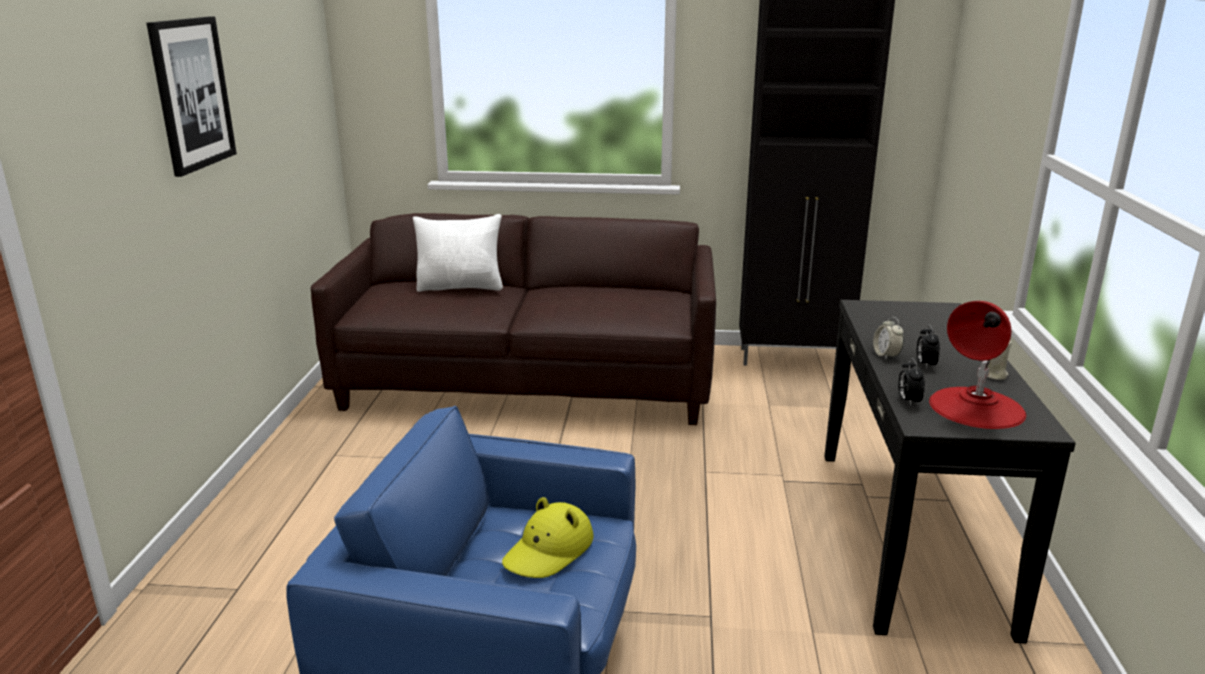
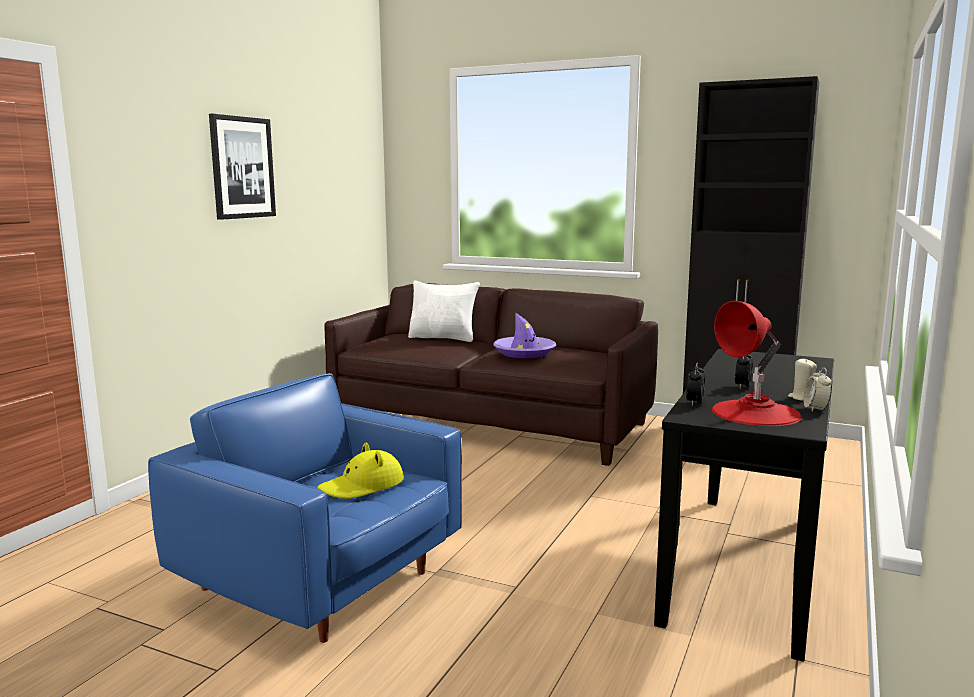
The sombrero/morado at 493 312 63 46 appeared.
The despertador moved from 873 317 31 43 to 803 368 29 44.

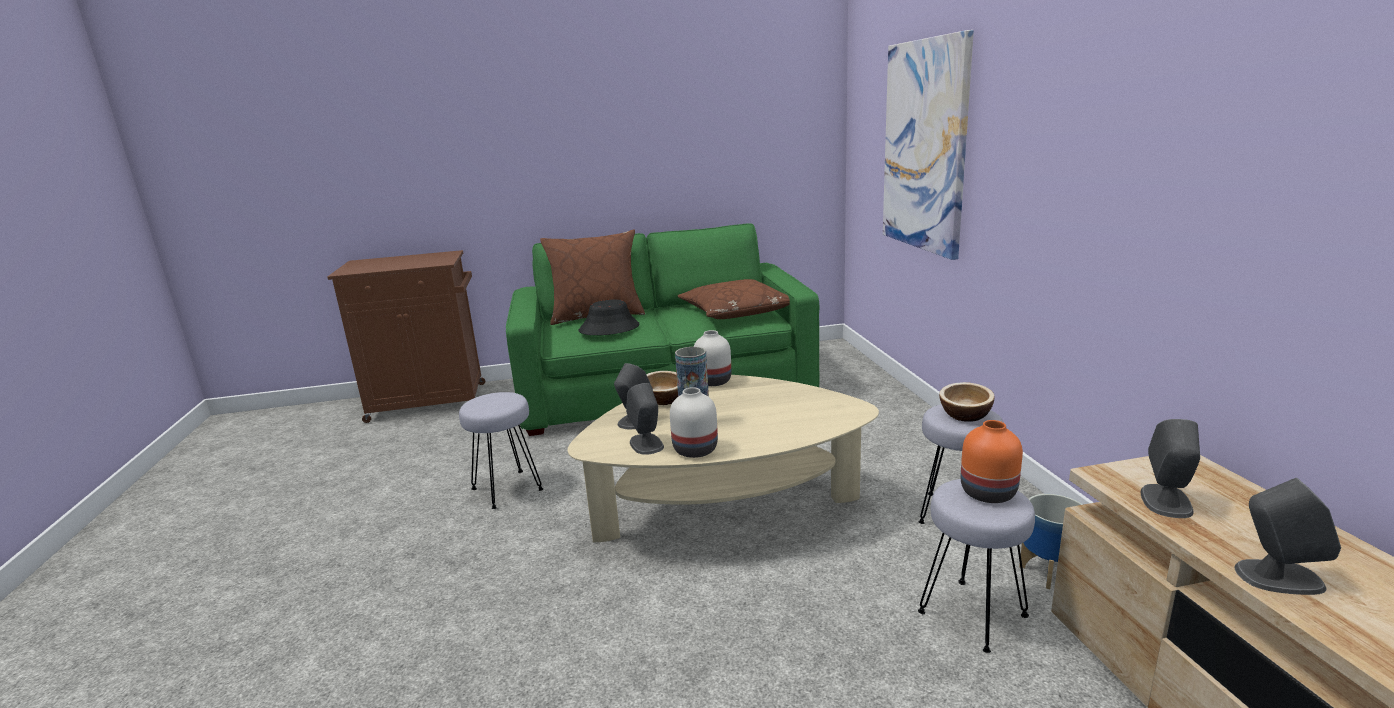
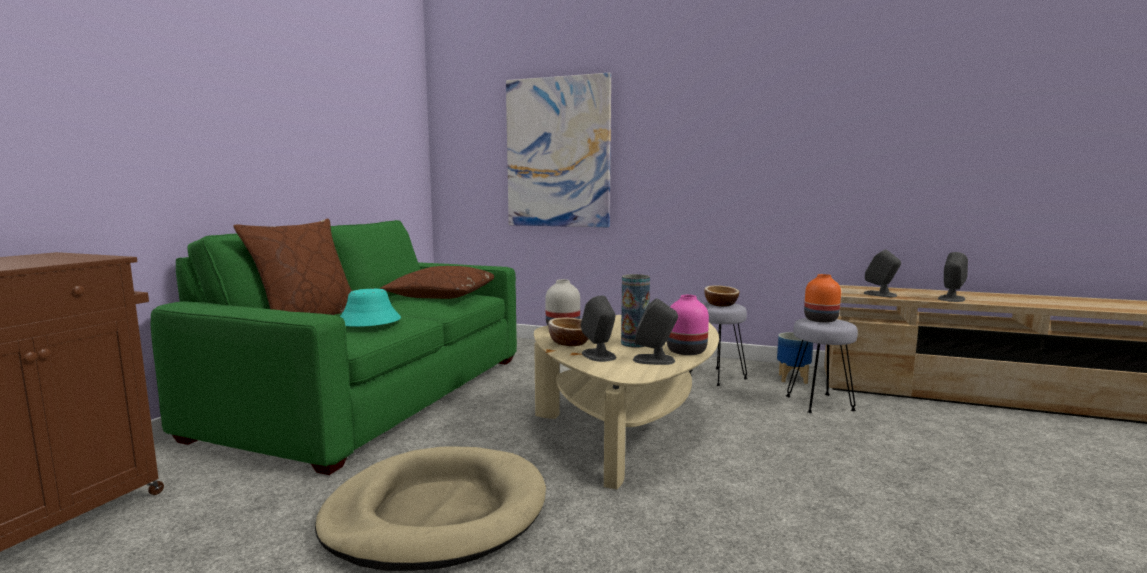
The taburete/gris at 459 392 84 117 was replaced by the cama para perro/beis at 315 446 231 125.
The sombrero/negro at 579 300 61 35 became the sombrero/turquesa at 340 289 61 38.
The florero/blanco at 670 387 48 71 became the florero/rosa at 667 295 42 60.

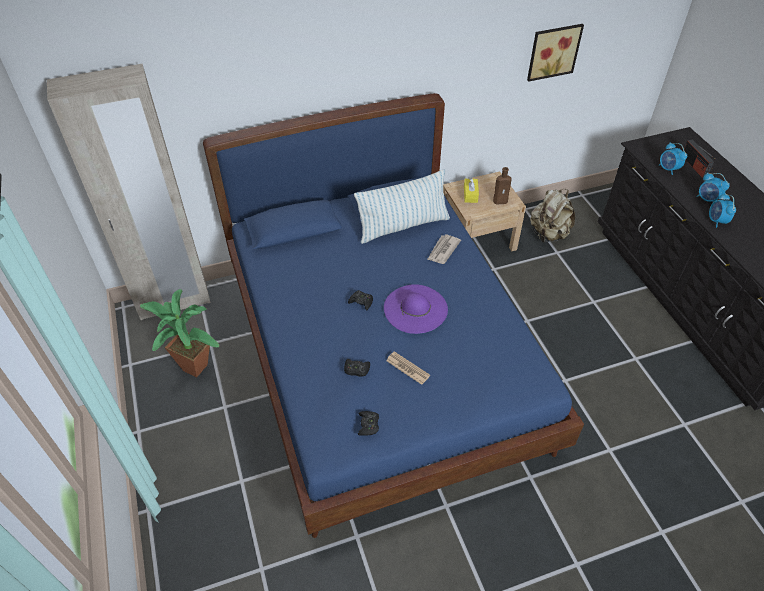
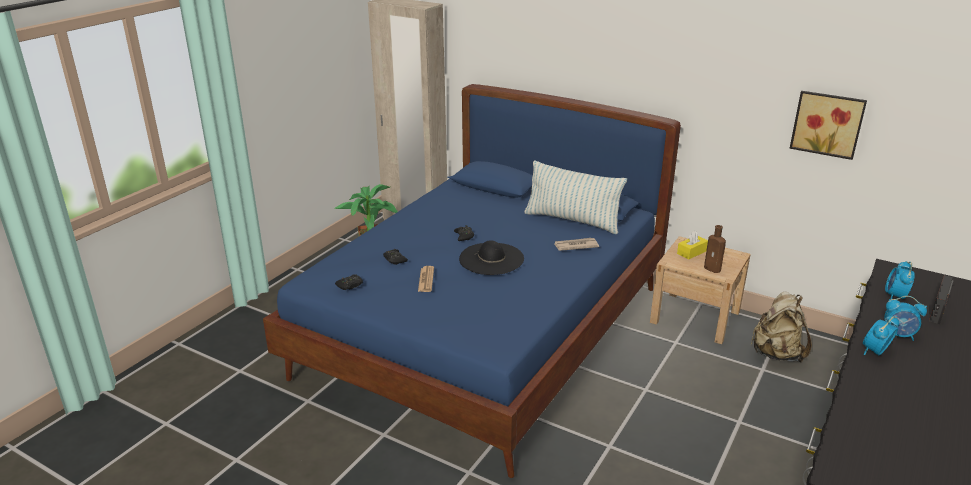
The sombrero/morado at 384 284 64 50 became the sombrero/negro at 459 240 65 35.
The despertador at 696 173 34 29 turned 75 degrees counterclockwise.

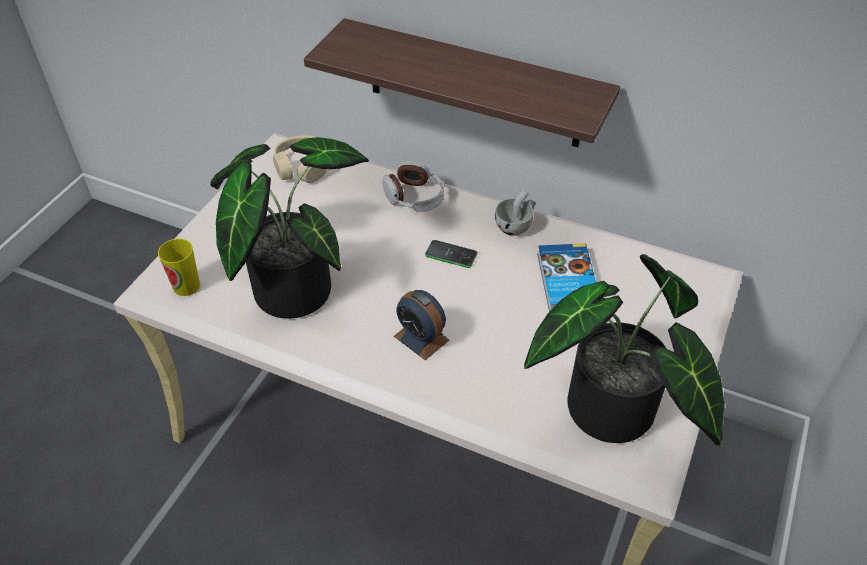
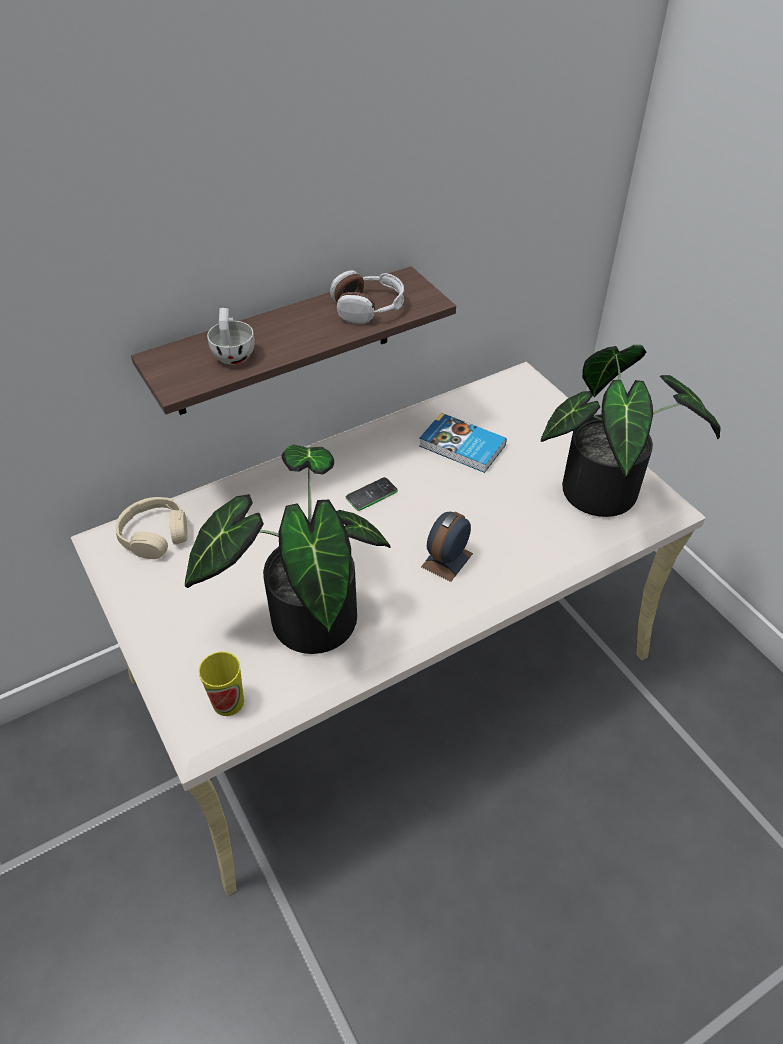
The taza/blanco moved from 495 190 40 46 to 207 308 48 56.
The auriculares moved from 383 161 62 51 to 330 270 74 54.
The despertador at 394 290 55 70 turned 135 degrees clockwise.

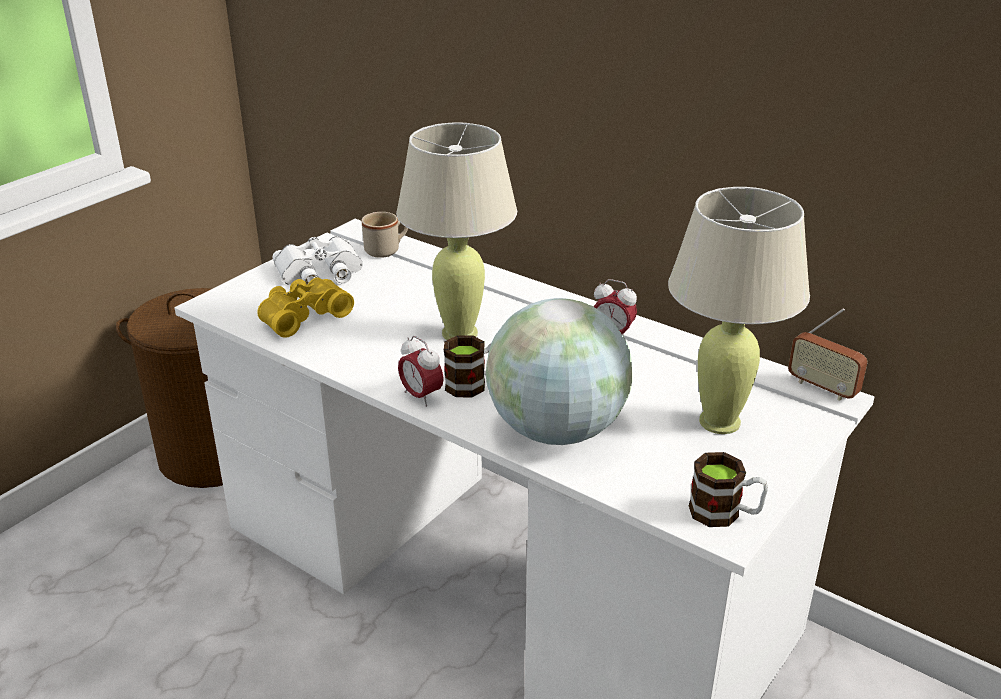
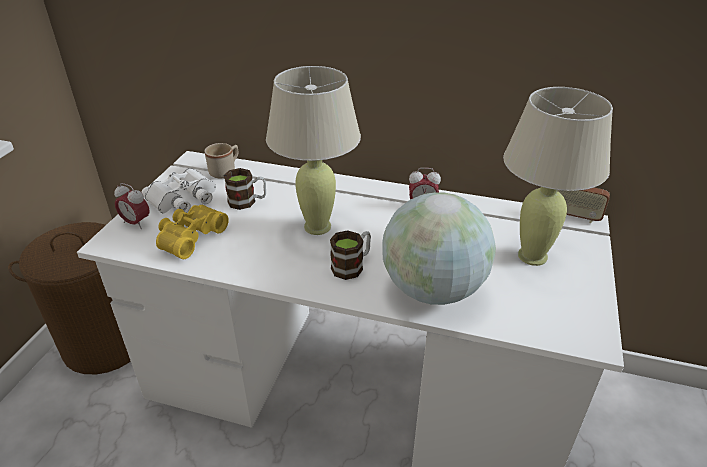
The despertador moved from 398 336 46 71 to 114 183 36 46.
The taza grande moved from 689 452 79 75 to 223 168 43 42.

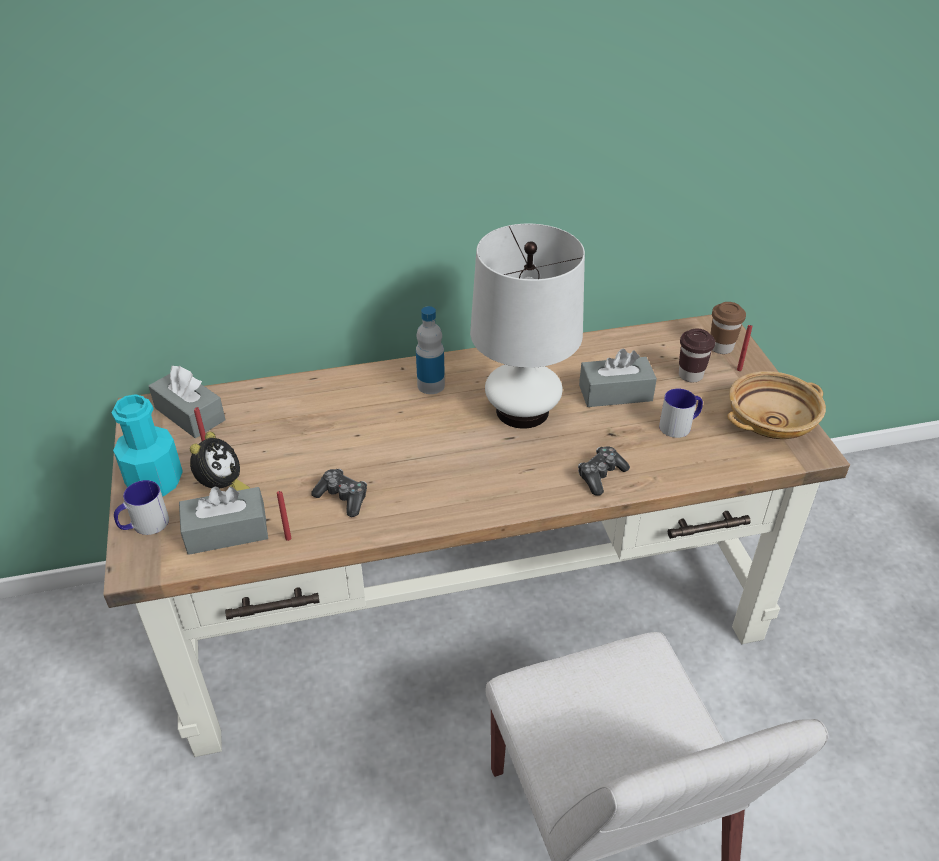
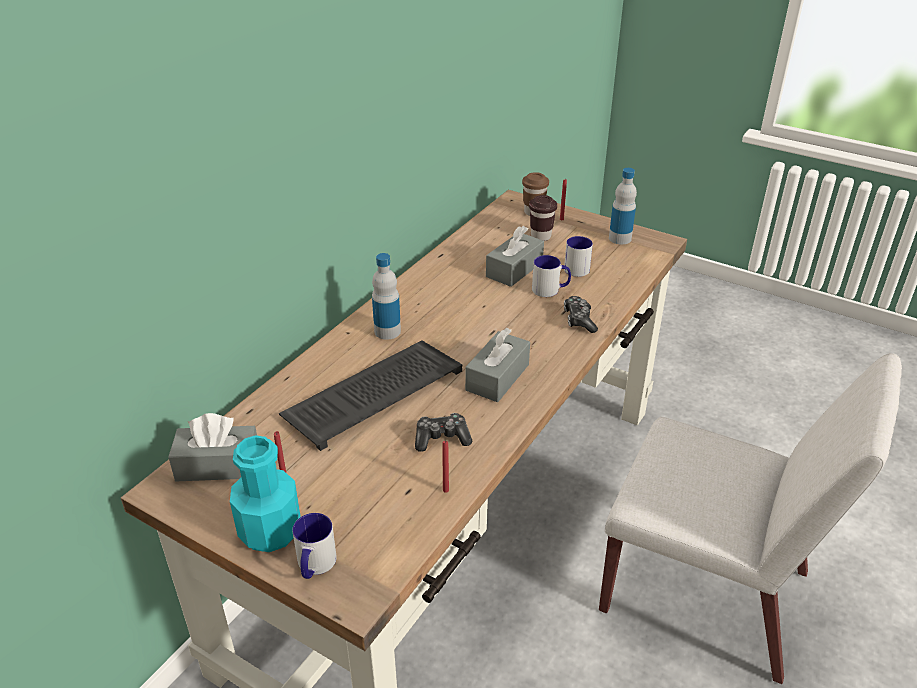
The teclado at 279 340 184 111 appeared.
The caja de pañuelos/gris moved from 179 487 89 68 to 465 328 65 74.
The taza grande at 532 255 39 42 appeared.
The cuenco/beis at 727 371 99 68 was replaced by the botella at 609 168 28 76.
The despertador at 190 432 60 59 disappeared.
The lámpara de mesa/blanco at 470 224 115 205 disappeared.

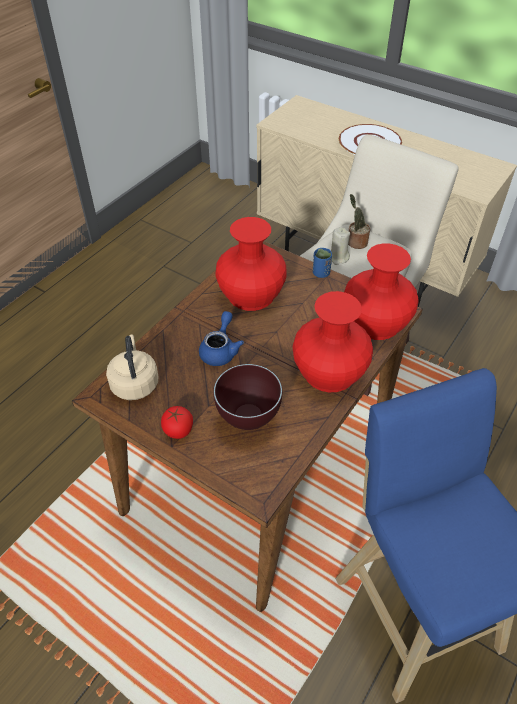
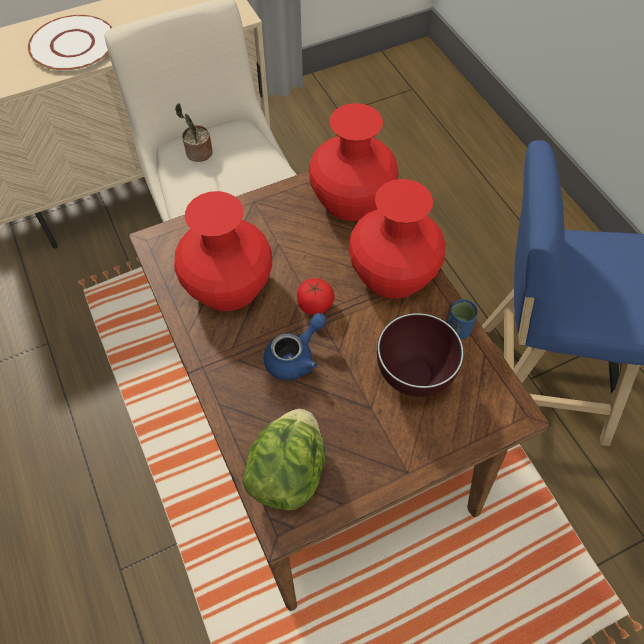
The hervidor/beis at 106 334 53 66 was replaced by the lechuga at 242 409 83 102.
The tetera/azul at 199 311 45 55 turned 90 degrees clockwise.
The tomate moved from 161 406 32 33 to 297 278 38 37.
The taza/azul moved from 313 248 19 30 to 447 299 31 40.
The vela/beis at 331 228 19 37 disappeared.

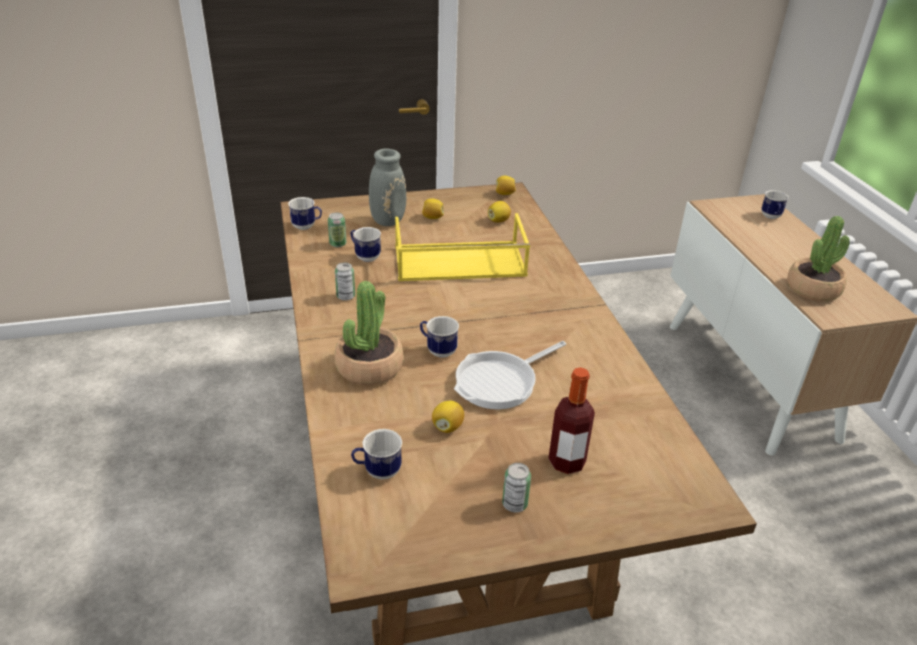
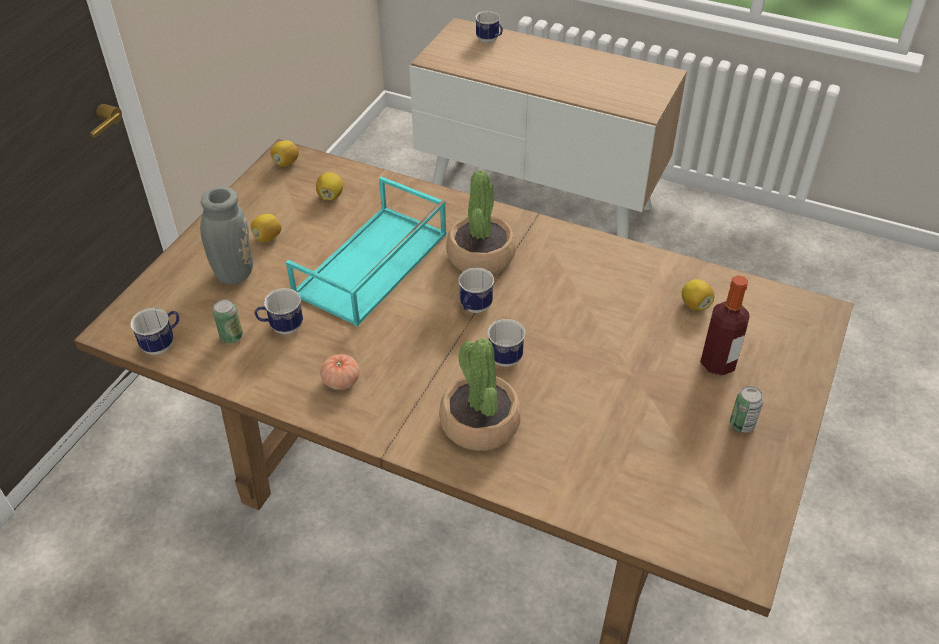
The bandeja/amarillo at 395 213 135 68 became the bandeja/turquesa at 286 176 161 150.
The lata at 335 262 20 39 was replaced by the tomate at 320 354 40 36.
The planta en maceta moved from 787 216 63 85 to 446 170 70 104.
The taza grande moved from 351 429 51 50 to 458 268 36 45.
The limón moved from 432 401 32 32 to 682 279 32 32.
The sartén at 454 341 112 68 disappeared.

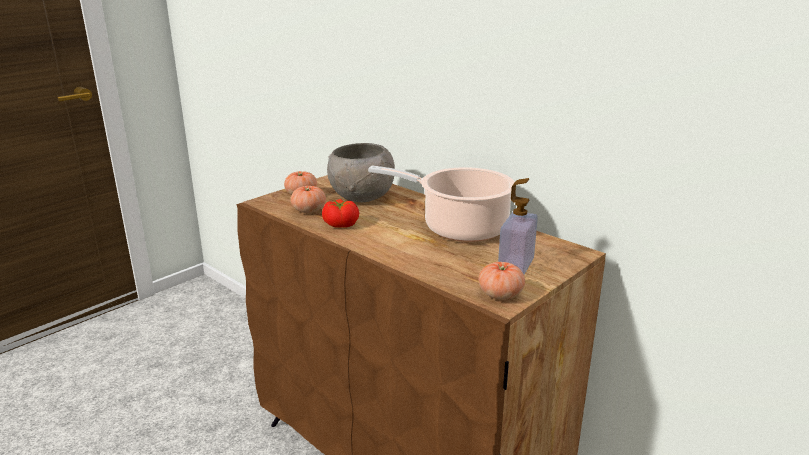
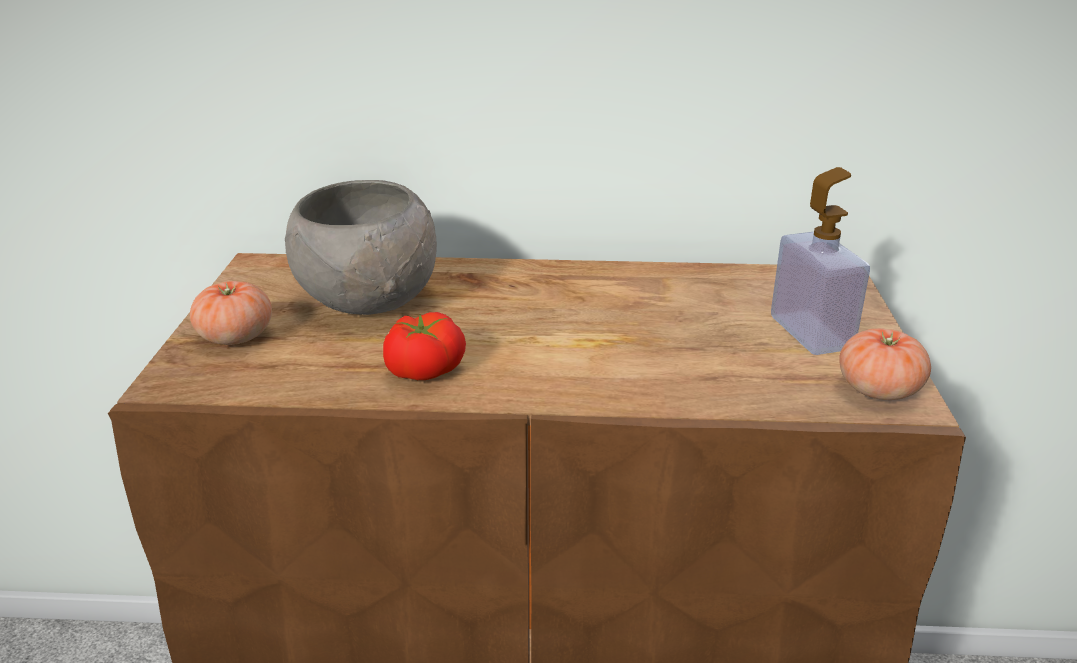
The tomate at 291 186 35 27 disappeared.
The olla at 368 166 147 76 disappeared.

